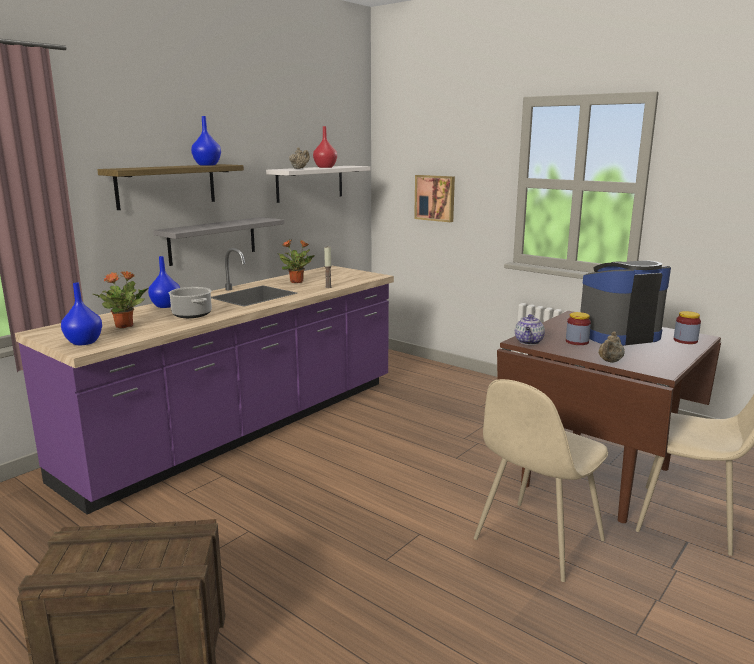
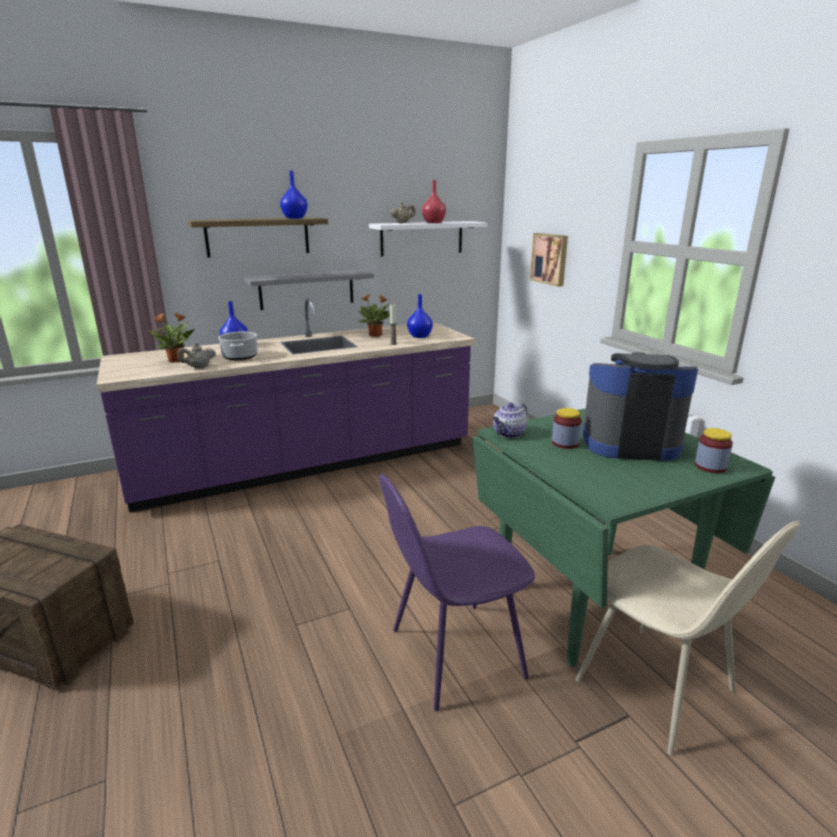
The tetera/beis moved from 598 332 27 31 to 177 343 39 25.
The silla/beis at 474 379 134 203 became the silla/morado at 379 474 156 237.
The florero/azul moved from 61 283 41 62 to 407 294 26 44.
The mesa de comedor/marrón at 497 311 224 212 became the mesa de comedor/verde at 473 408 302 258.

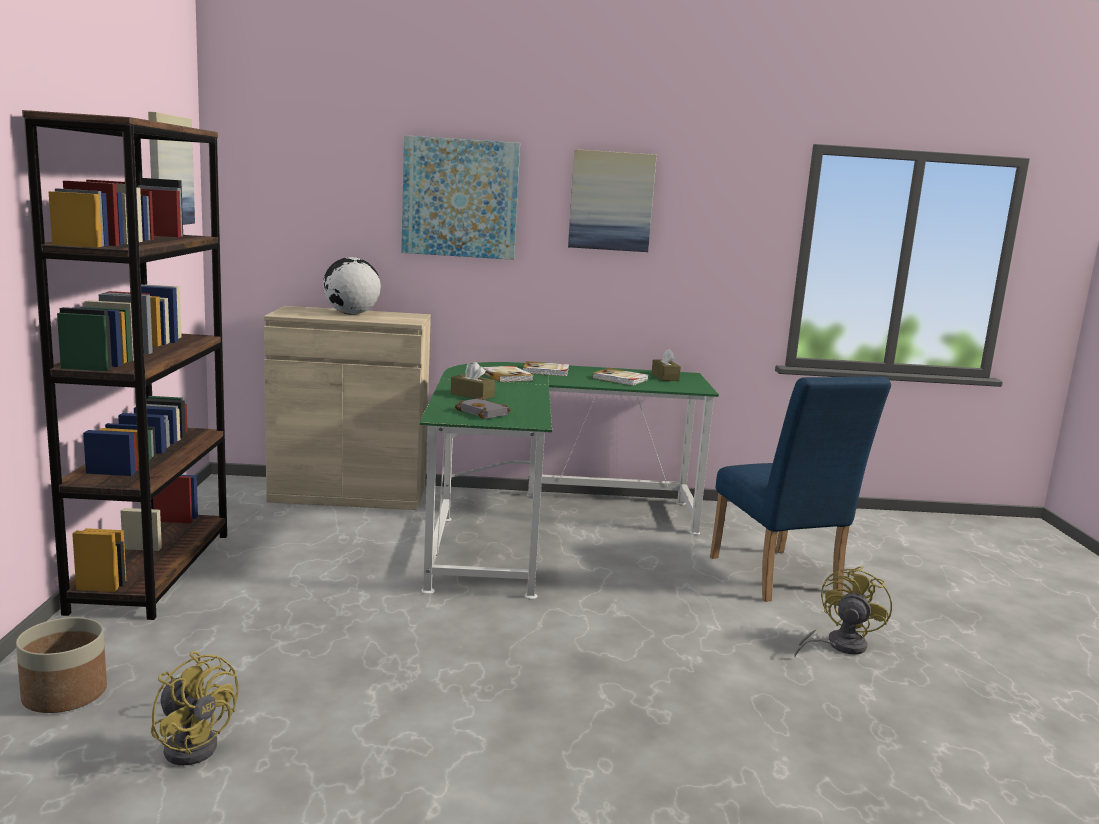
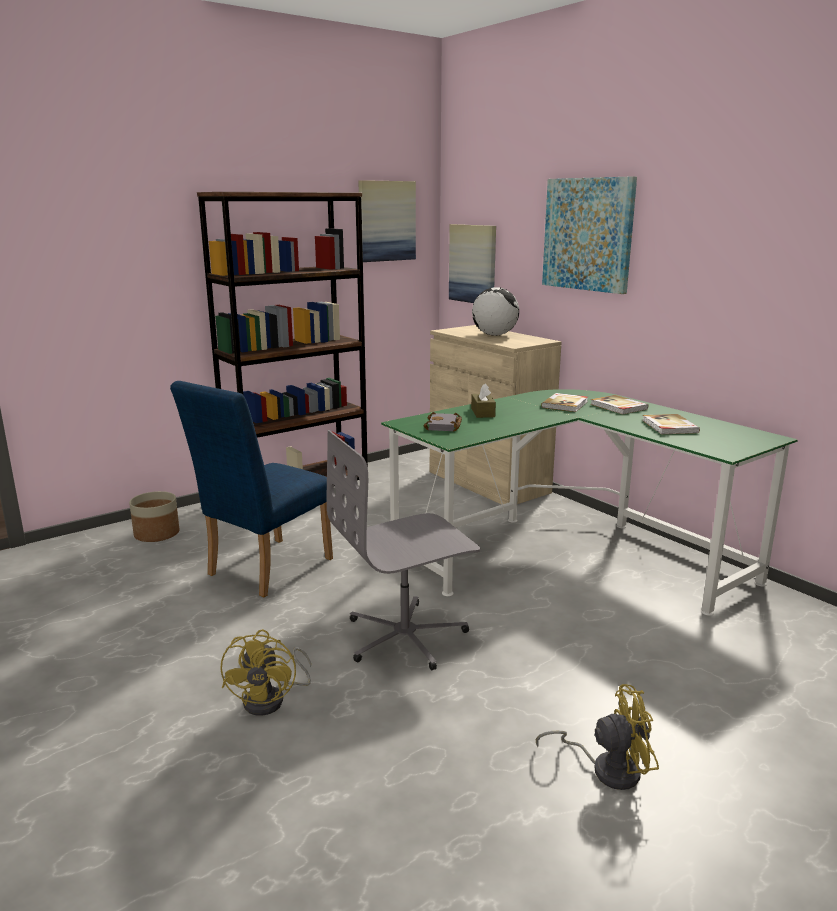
The silla/azul moved from 710 377 181 225 to 170 381 163 216.
The ventilador/amarillo moved from 151 651 88 115 to 220 629 91 87.
The silla de oficina/gris at 327 430 153 240 appeared.
The cuadro moved from 568 149 89 103 to 449 224 47 79.
The caja de pañuelos/marrón at 651 349 30 32 disappeared.

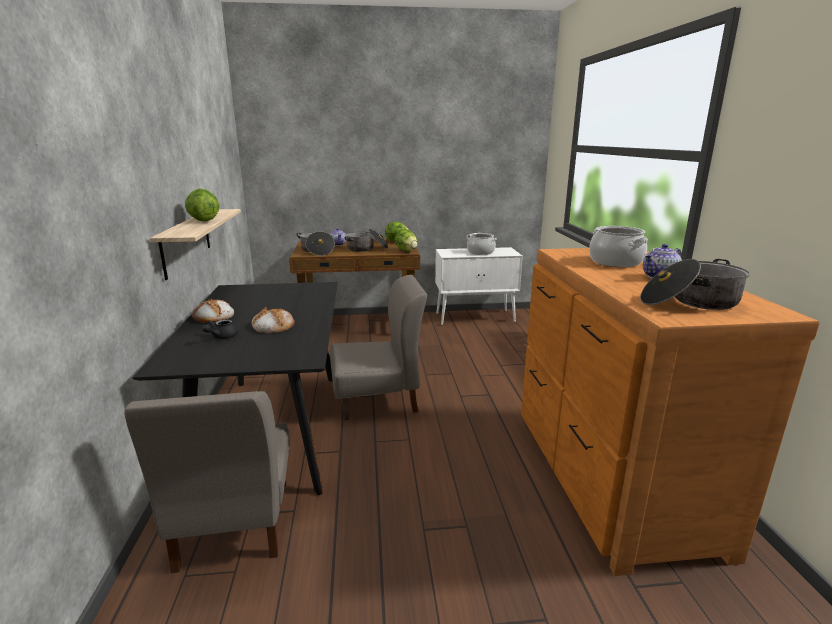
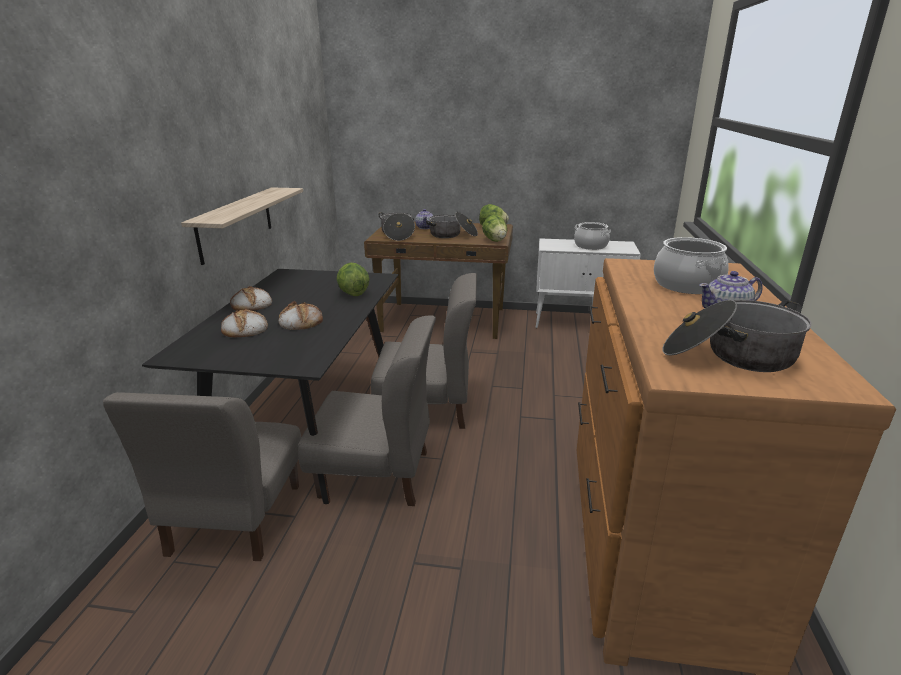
The tetera/negro at 202 319 36 20 was replaced by the pan at 221 308 47 30.
The silla/gris at 298 316 138 190 appeared.
The lechuga moved from 185 188 34 33 to 337 263 33 33.

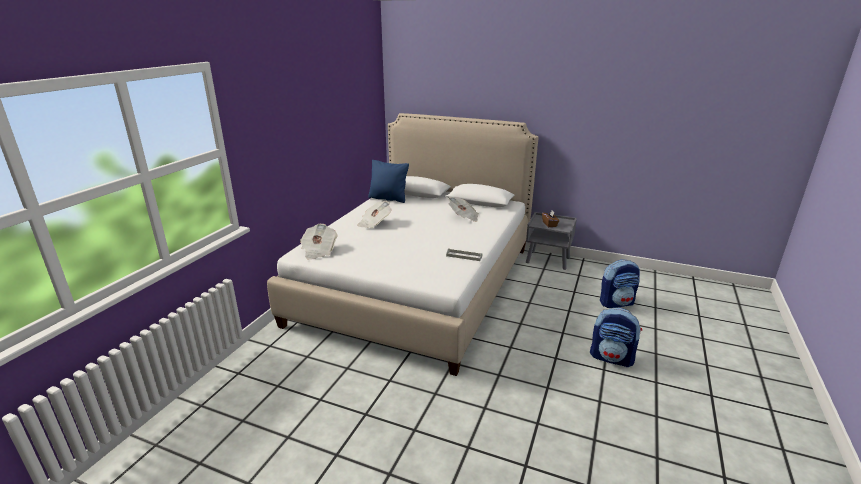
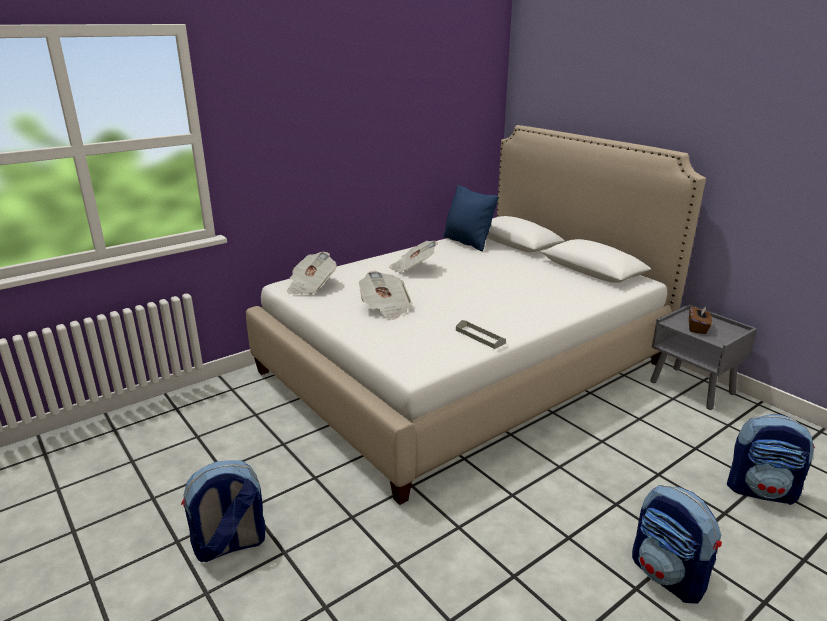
The mochila at 181 460 85 102 appeared.
The periódico moved from 449 197 30 25 to 359 271 54 49.

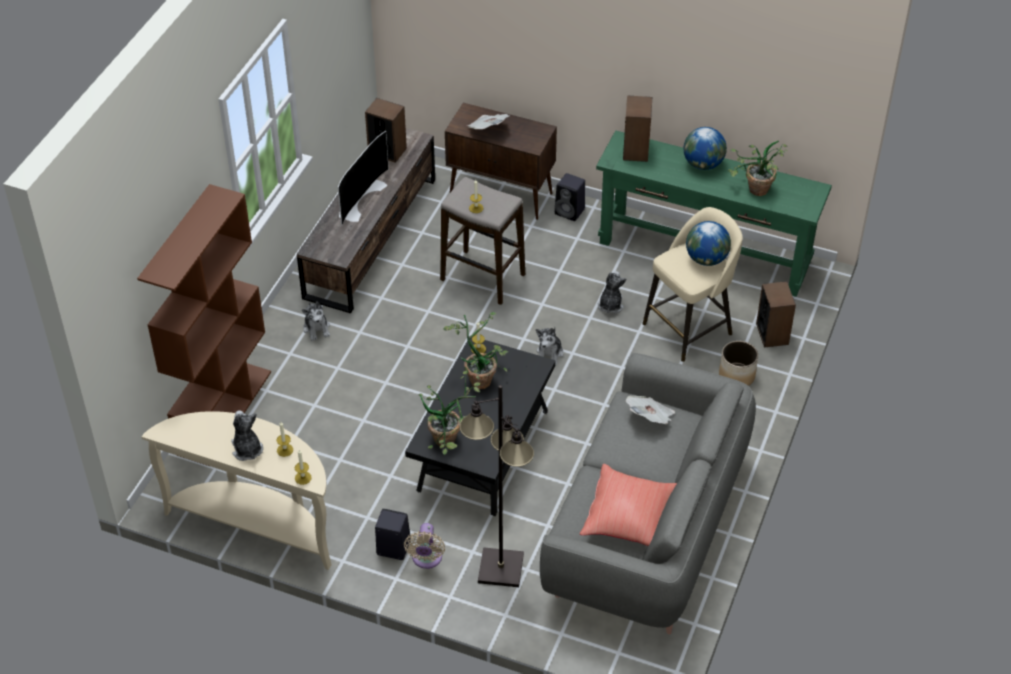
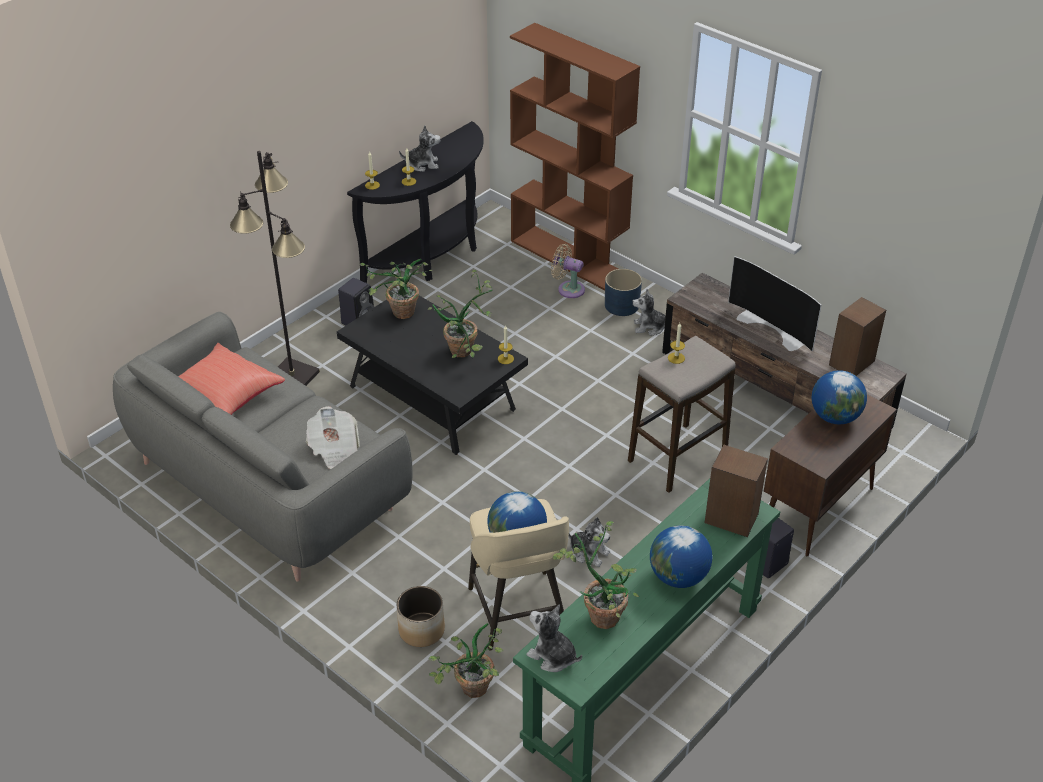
The mesa consola/beis at 142 411 190 159 became the mesa consola/negro at 347 121 137 162.
The altavoz at 756 281 40 67 was replaced by the planta en maceta at 429 623 74 75.
The peluche moved from 536 327 27 39 to 527 604 55 68.
The ventilador/beis moved from 404 523 41 46 to 551 244 34 54.
The maceta/azul at 605 269 37 47 appeared.
The periódico at 467 114 42 15 was replaced by the globo terráqueo at 812 370 55 54.

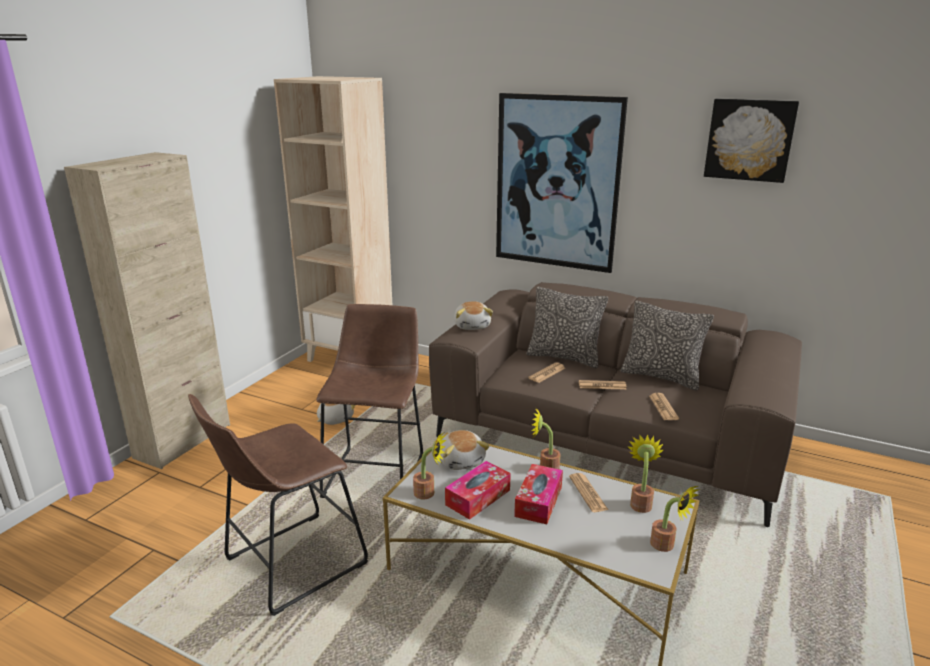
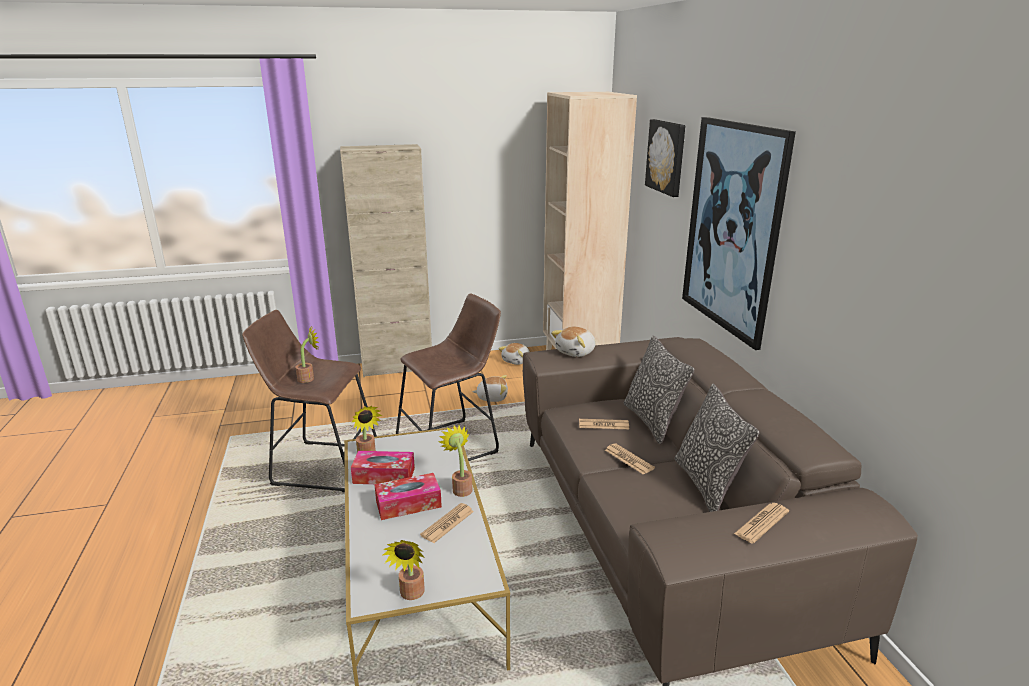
The planta en maceta moved from 627 434 36 79 to 295 326 24 57.
The peluche moved from 440 430 50 40 to 499 343 31 22.
The cuadro moved from 704 98 95 85 to 645 119 41 78.
The periódico moved from 649 393 30 27 to 734 503 55 41.

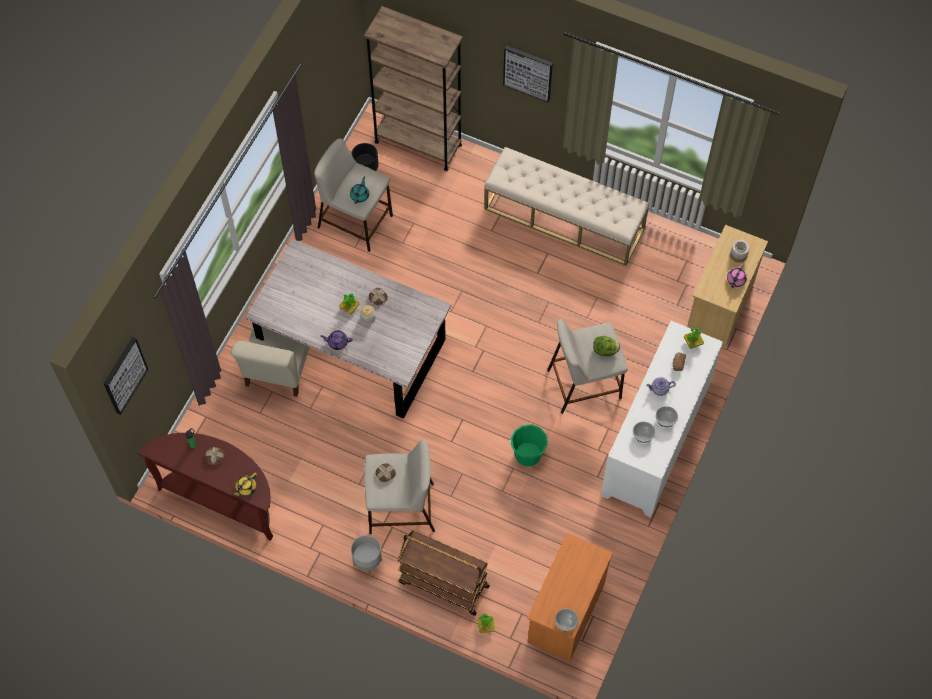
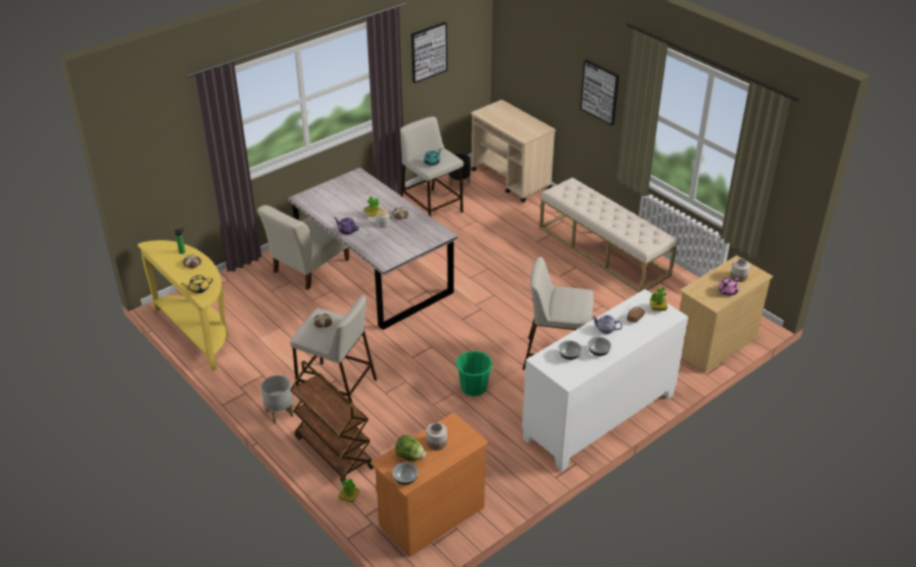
The mesa consola/marrón at 138 433 135 108 became the mesa consola/amarillo at 137 240 93 131.
The lechuga moved from 593 336 27 20 to 395 435 31 27.
The cuadro moved from 103 337 45 78 to 411 22 36 61.
The tarro at 426 423 21 28 appeared.
The estantería/marrón at 364 6 99 165 was replaced by the carrito/beis at 471 100 85 103.

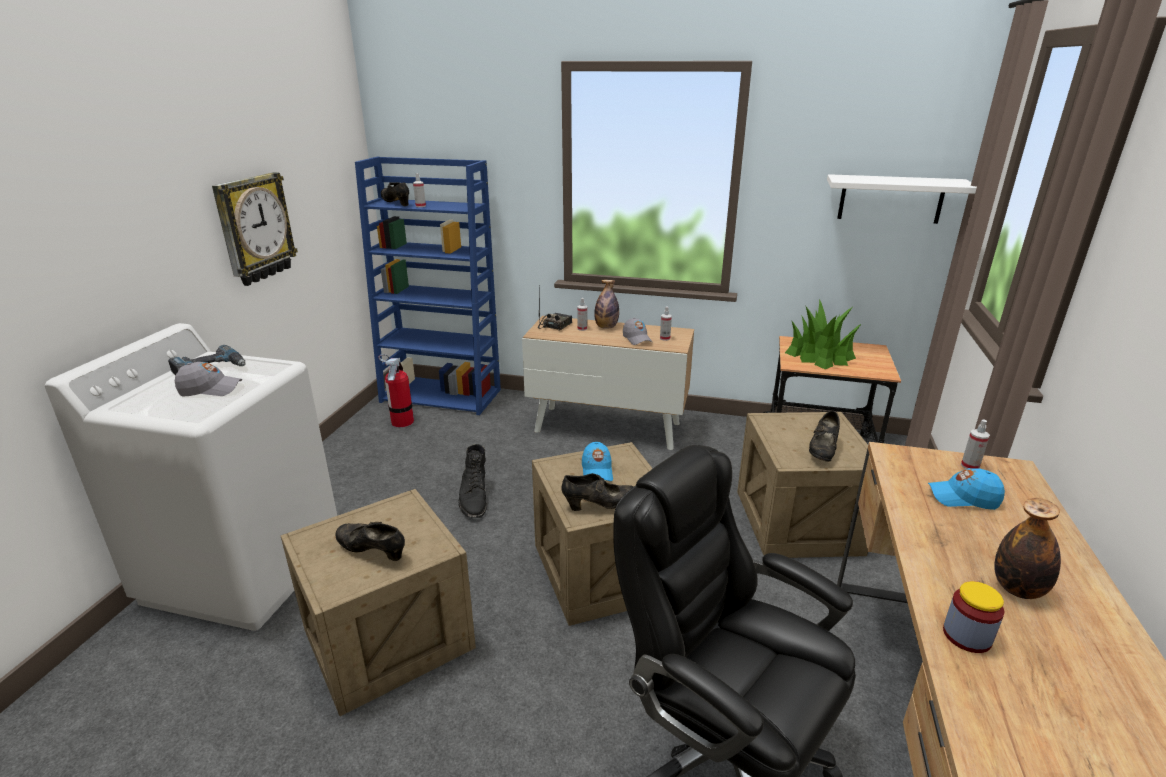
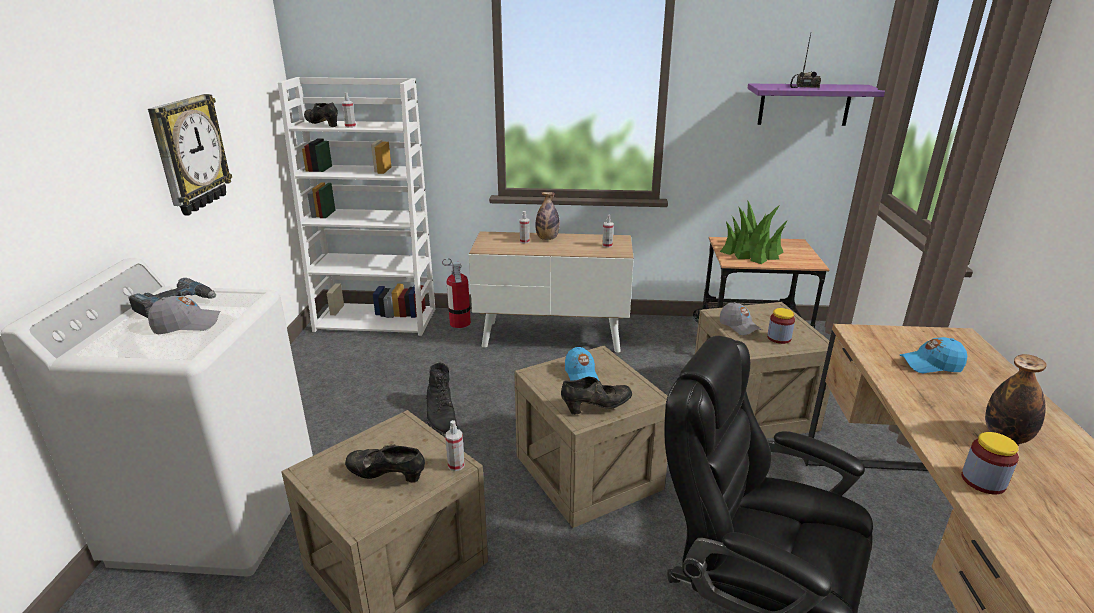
The estantería/azul at 355 157 146 258 became the estantería/blanco at 278 77 157 259.
The extintor moved from 379 354 35 73 to 442 258 29 70.
The pulverizador moved from 961 419 29 50 to 445 420 20 51.
The gorra/gris moved from 623 318 29 27 to 720 302 41 33.
The estante/blanco at 827 174 150 50 became the estante/morado at 747 84 138 42.
The zapato/negro at 809 411 31 51 was replaced by the tarro at 767 308 28 36.
The radio moved from 538 285 34 46 to 790 34 31 54.

